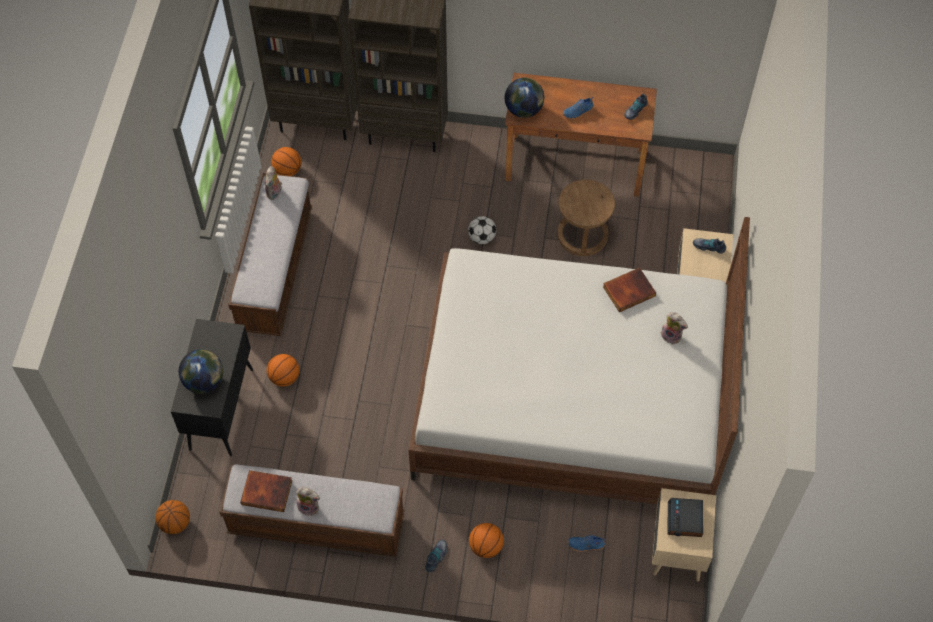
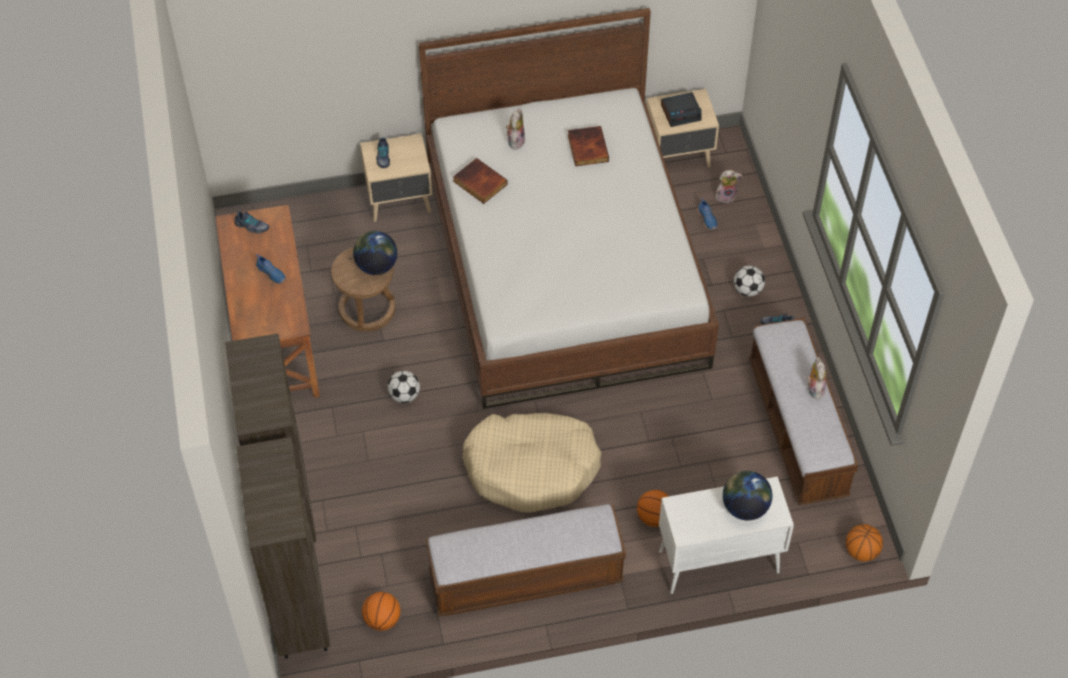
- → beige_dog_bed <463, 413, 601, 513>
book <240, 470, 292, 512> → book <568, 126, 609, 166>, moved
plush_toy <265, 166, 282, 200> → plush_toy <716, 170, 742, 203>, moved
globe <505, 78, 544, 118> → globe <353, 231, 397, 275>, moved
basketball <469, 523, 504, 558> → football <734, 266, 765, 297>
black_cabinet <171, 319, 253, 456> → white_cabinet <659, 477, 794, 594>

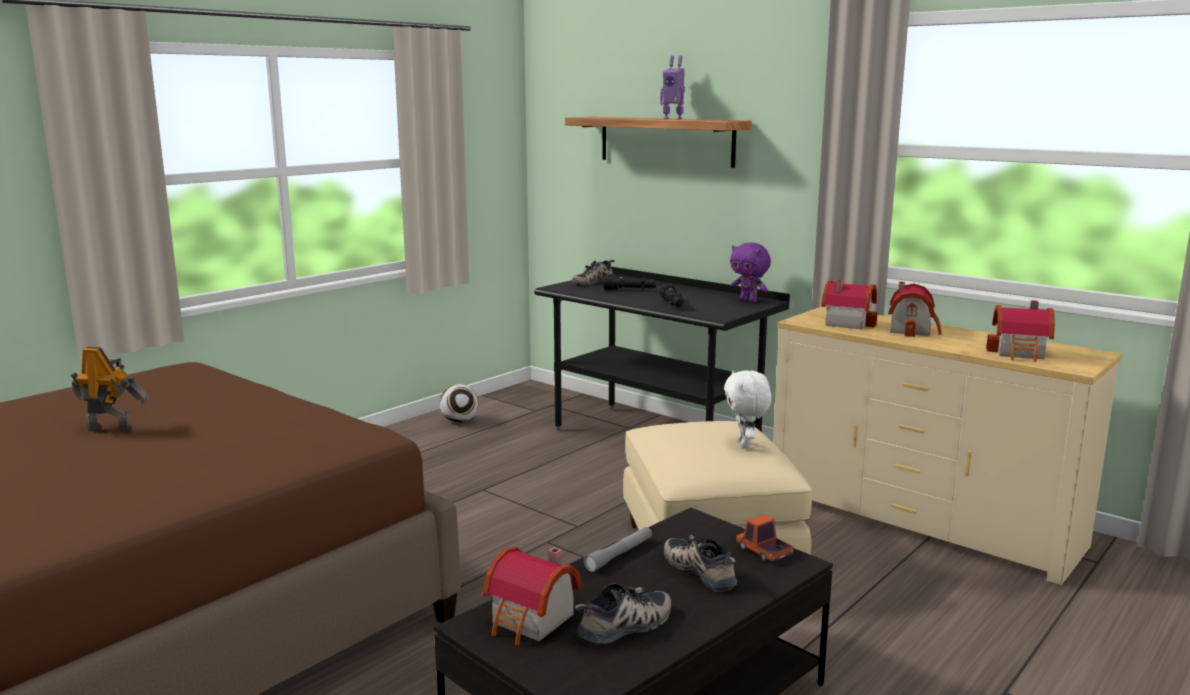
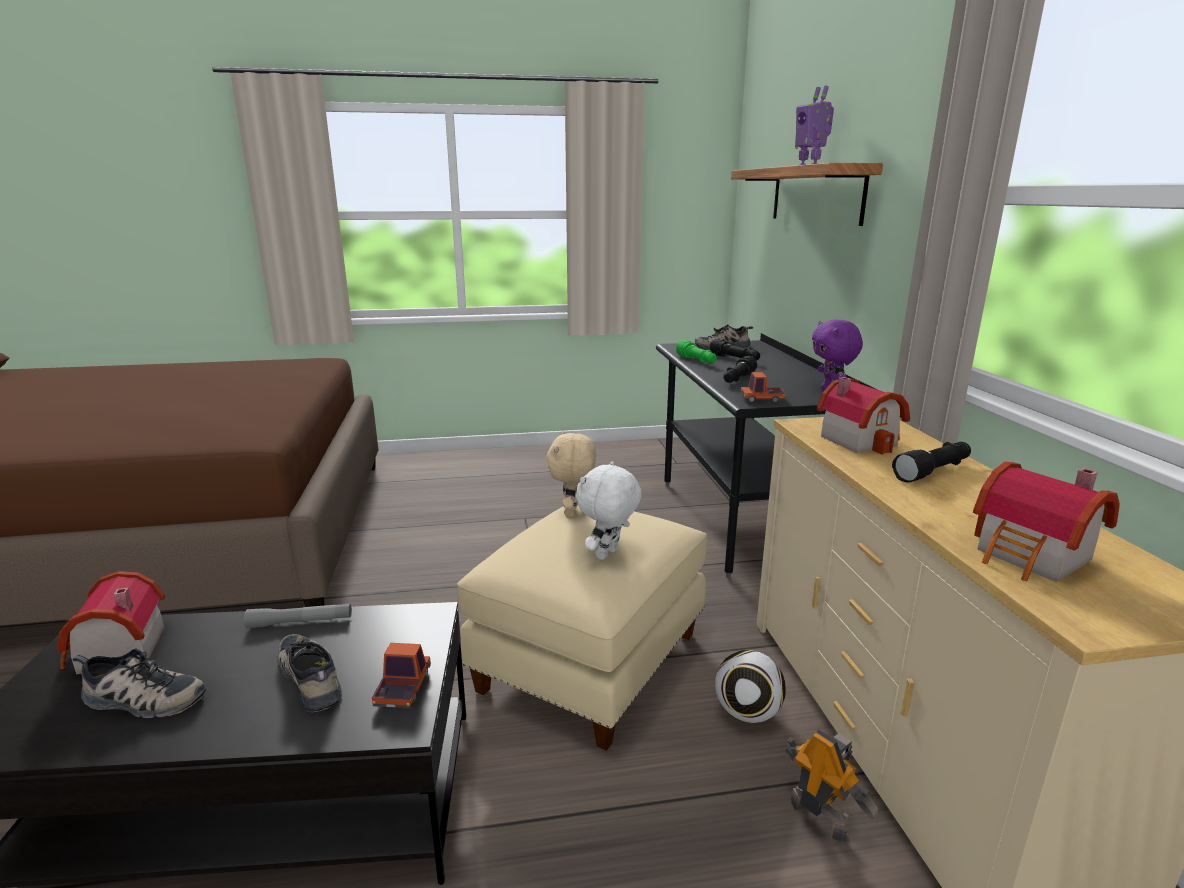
- → beige_plush_toy <546, 431, 596, 517>
- → green_flashlight <676, 340, 717, 364>
- → toy_truck <741, 372, 786, 403>
toy_robot <71, 347, 149, 432> → toy_robot <785, 730, 878, 842>, moved
football <440, 384, 478, 423> → football <715, 650, 786, 723>, moved
toy_house <888, 281, 942, 337> → black_flashlight <892, 442, 971, 483>
shoe <664, 534, 737, 592> → shoe <278, 634, 342, 712>, 45 degrees counterclockwise

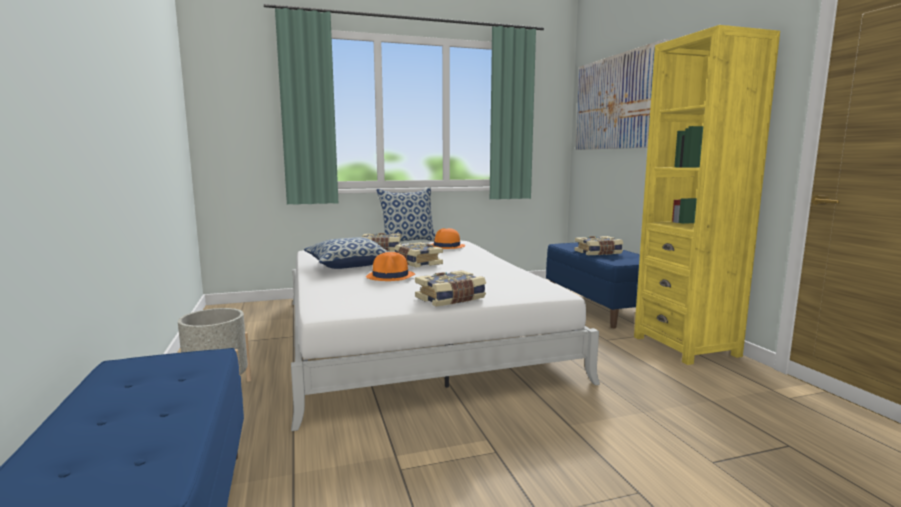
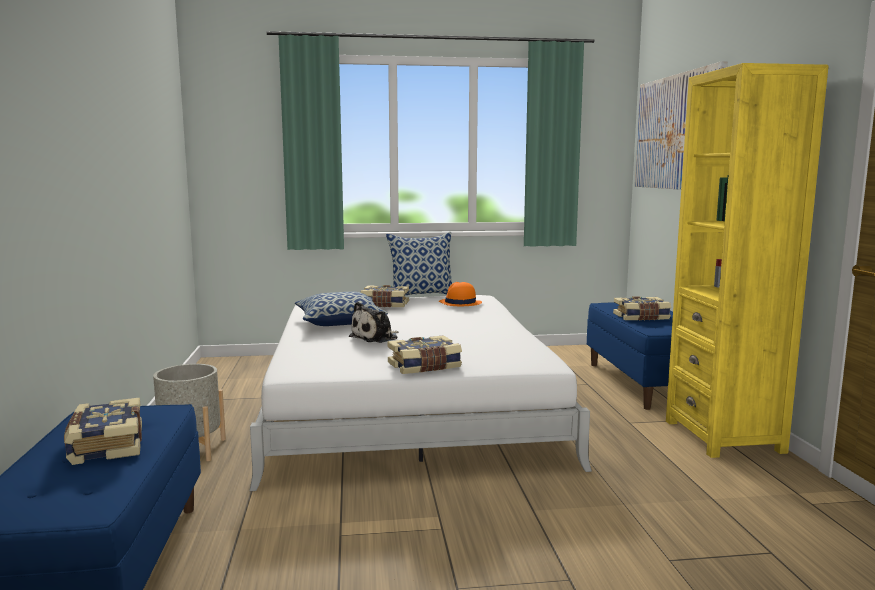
book <394, 242, 443, 268> → book <64, 398, 142, 465>, moved
orange_hat <366, 252, 415, 281> → plush_toy <349, 302, 398, 343>

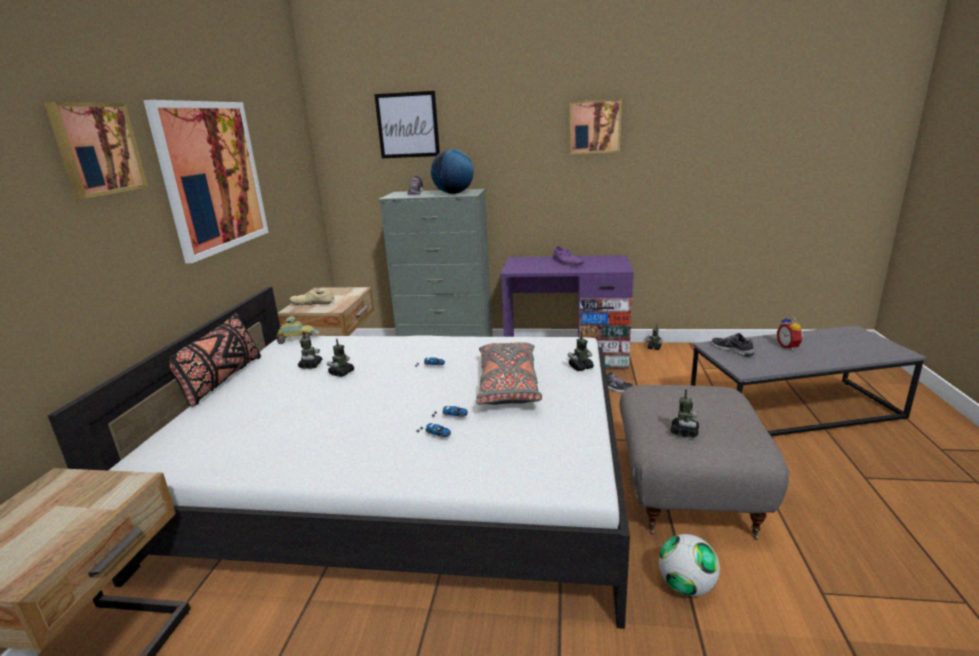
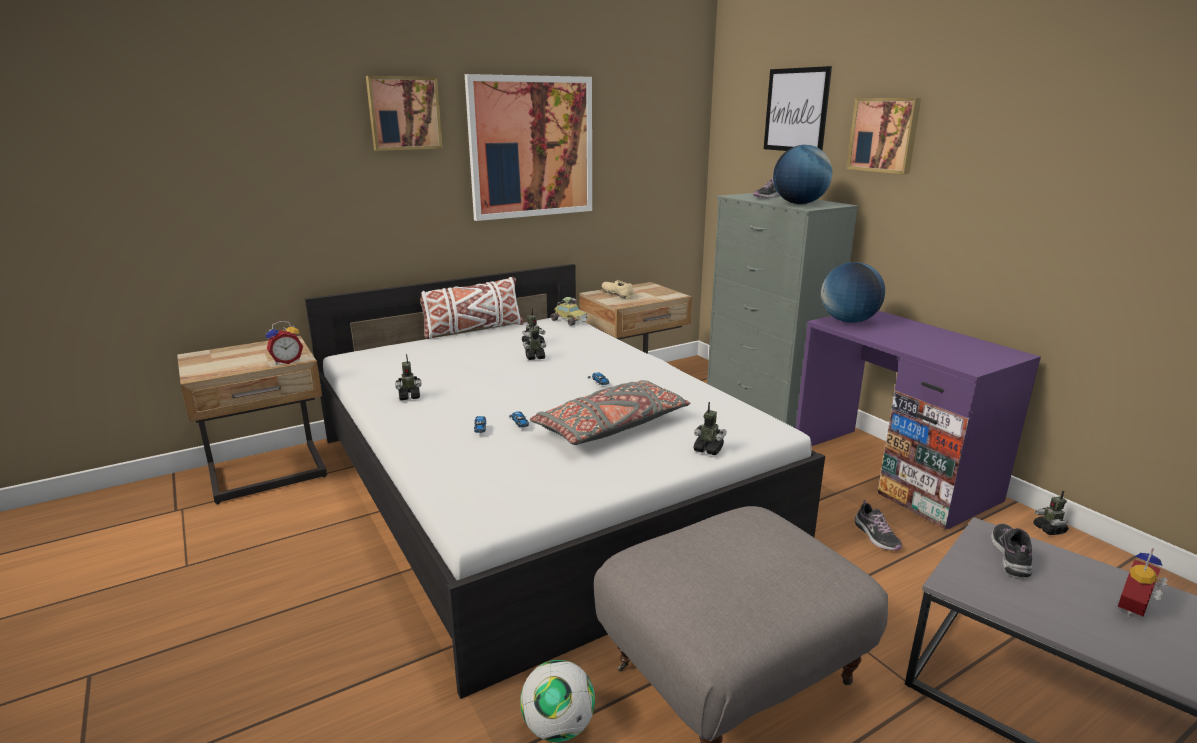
purple_shoe <553, 246, 583, 266> → -
- → alarm_clock <266, 321, 303, 364>
- → globe <821, 262, 885, 323>
picture <570, 98, 622, 154> → picture <847, 98, 921, 174>, moved
toy_robot <671, 389, 699, 437> → toy_robot <395, 354, 422, 400>, moved
black_pillow <169, 313, 261, 407> → white_pillow <420, 277, 524, 339>

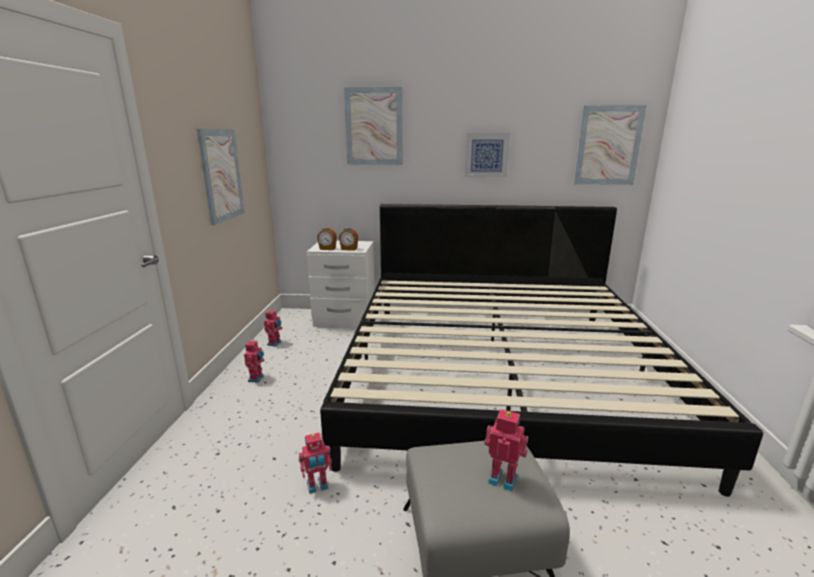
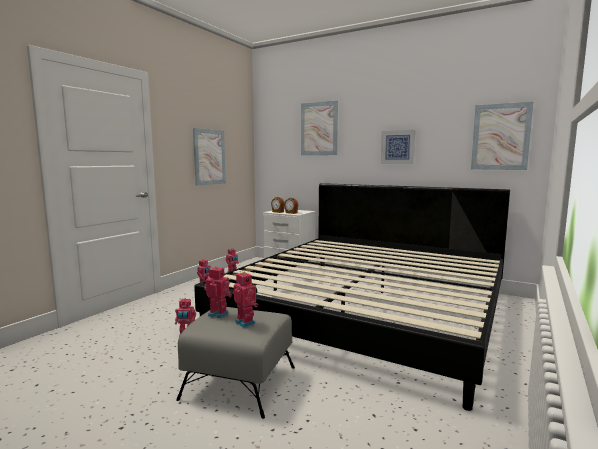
- → toy_robot <204, 266, 232, 318>

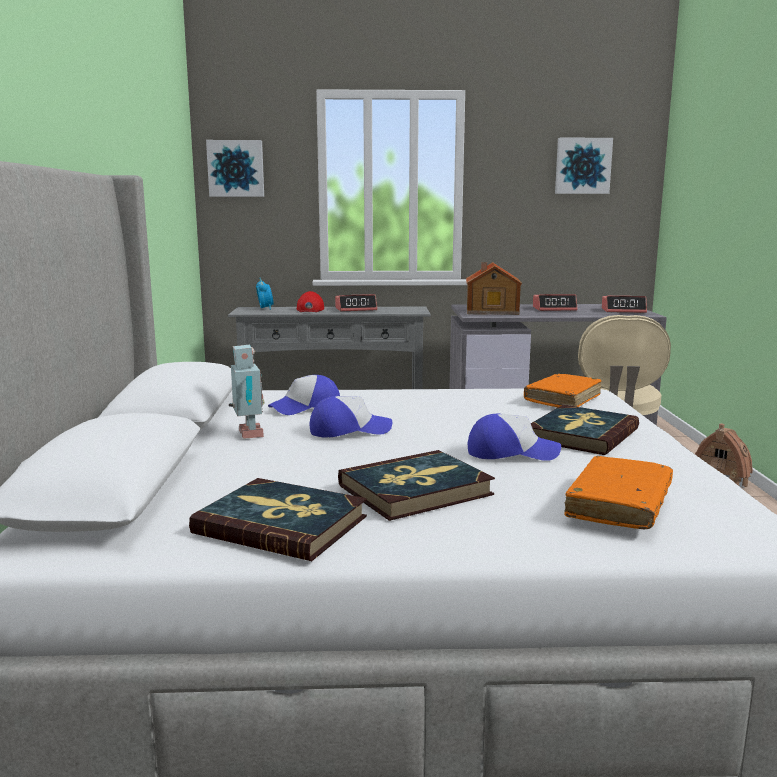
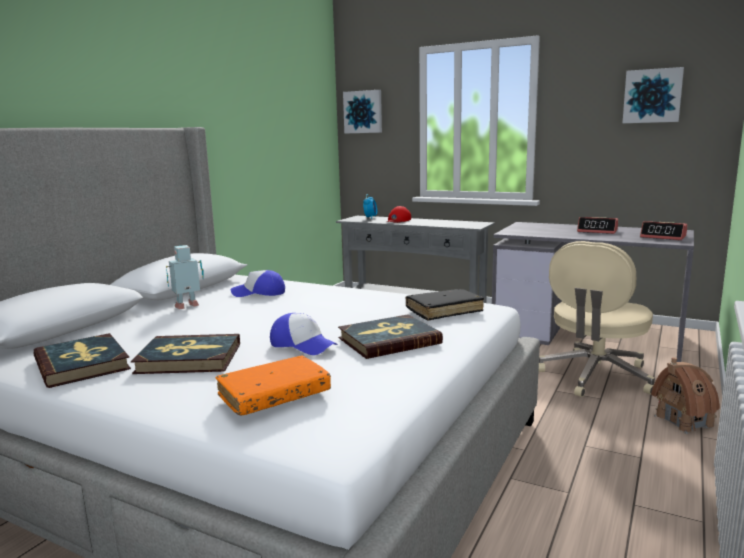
cap <309, 396, 392, 438> → -
alarm_clock <335, 294, 377, 312> → -
toy_house <466, 262, 522, 315> → -
orange_book <524, 374, 602, 407> → black_book <405, 289, 484, 321>
toy_robot <229, 345, 265, 439> → toy_robot <166, 245, 204, 309>, 135 degrees counterclockwise

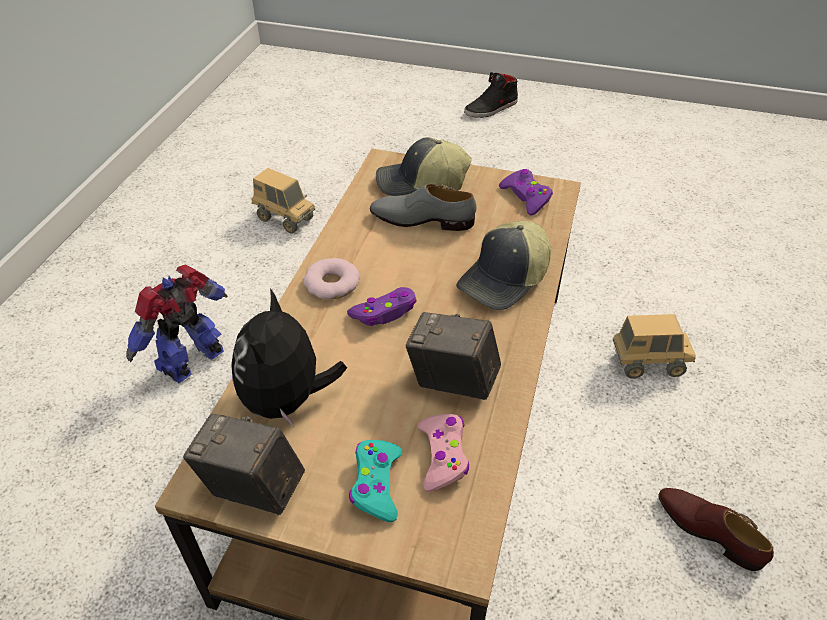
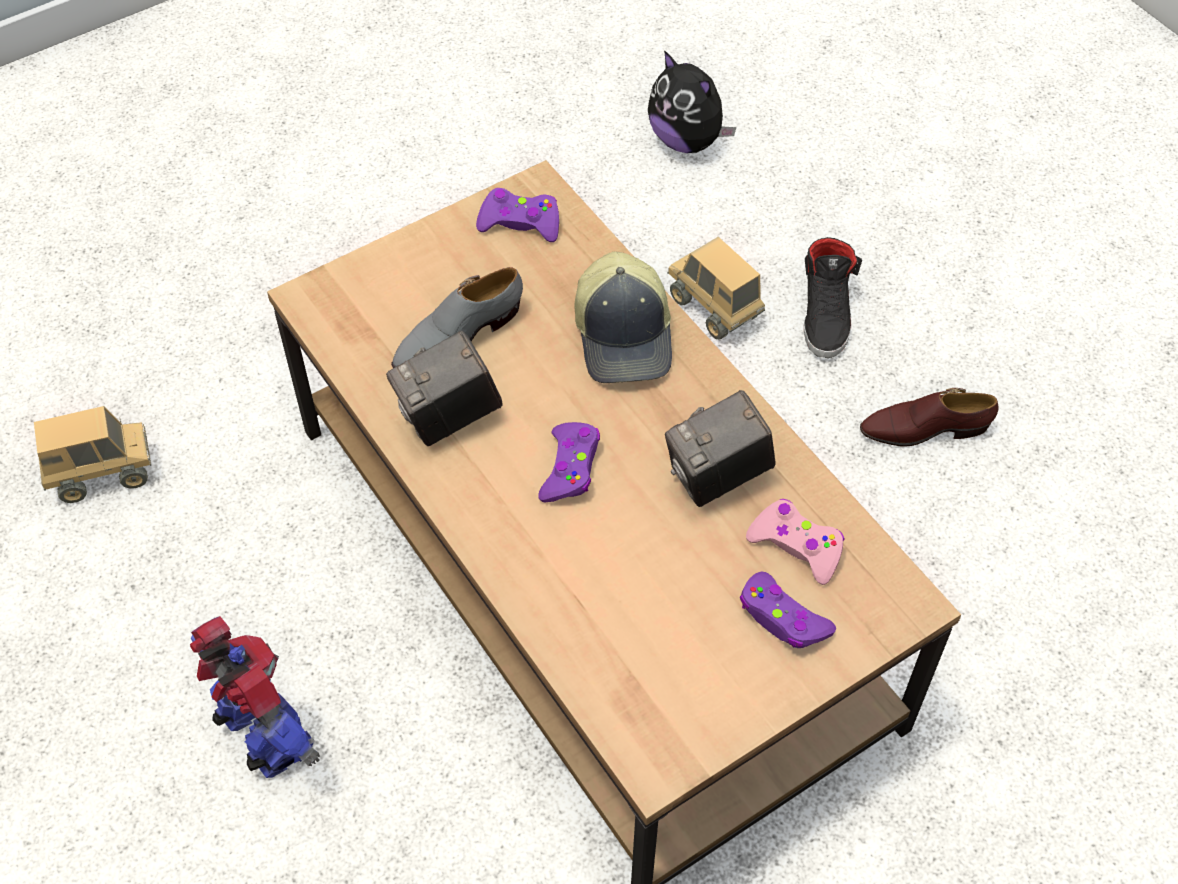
donut <303, 258, 360, 299> → -
cap <376, 137, 472, 196> → -
photo_camera <183, 414, 305, 515> → photo_camera <386, 331, 503, 446>, moved
plush_toy <231, 288, 347, 427> → plush_toy <648, 50, 737, 153>, moved
black_shoe <464, 72, 518, 118> → black_shoe <804, 237, 862, 358>, moved
turquoise_game_controller <349, 440, 402, 522> → purple_game_controller <740, 572, 836, 648>
toy_robot <126, 264, 228, 383> → toy_robot <190, 616, 320, 778>, 150 degrees clockwise
toy_truck <613, 314, 696, 379> → toy_truck <667, 237, 765, 340>, 75 degrees counterclockwise

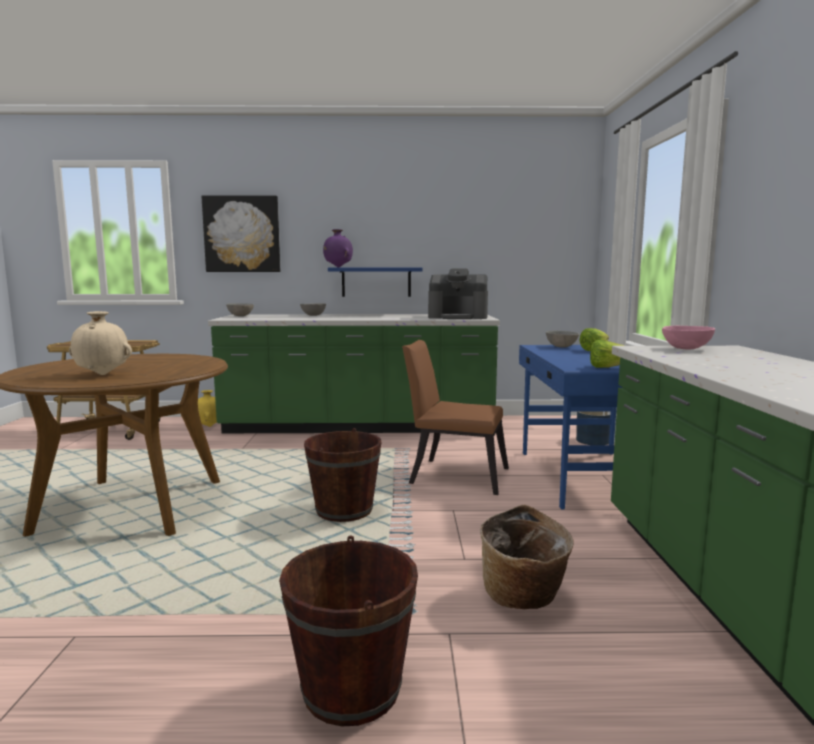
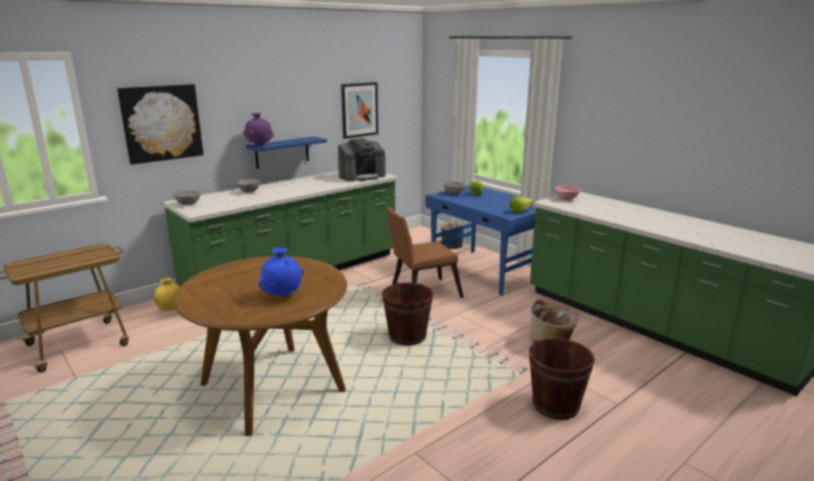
- → picture <341, 82, 378, 139>
beige_vase <69, 311, 132, 375> → blue_vase <258, 248, 303, 297>

